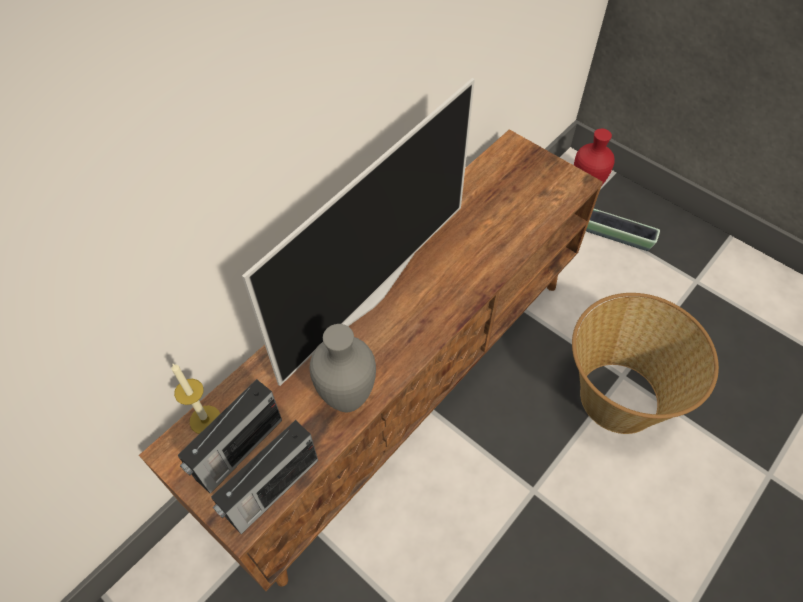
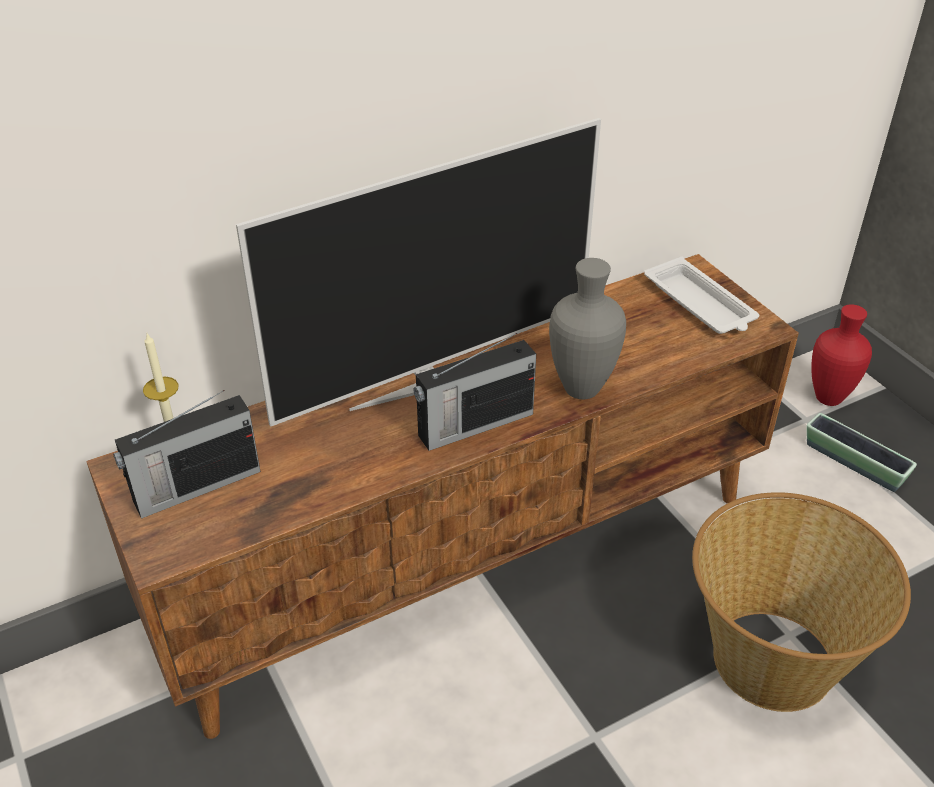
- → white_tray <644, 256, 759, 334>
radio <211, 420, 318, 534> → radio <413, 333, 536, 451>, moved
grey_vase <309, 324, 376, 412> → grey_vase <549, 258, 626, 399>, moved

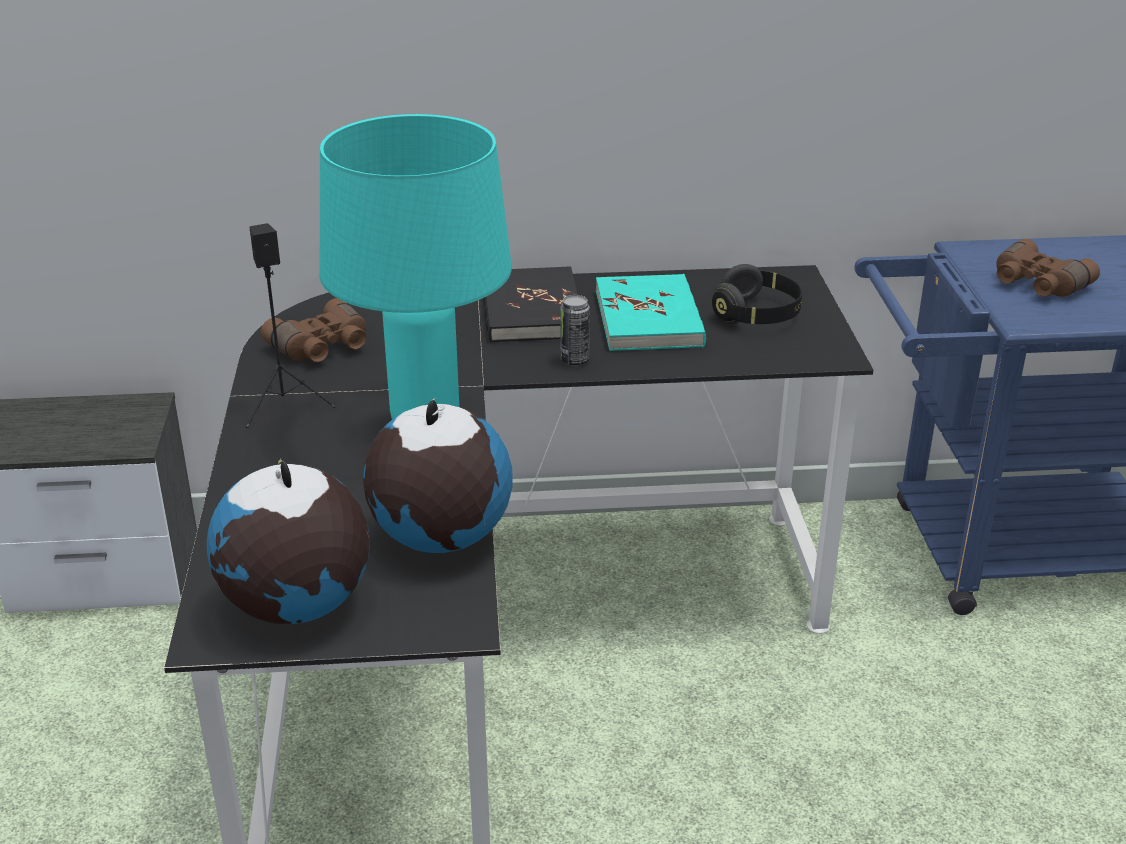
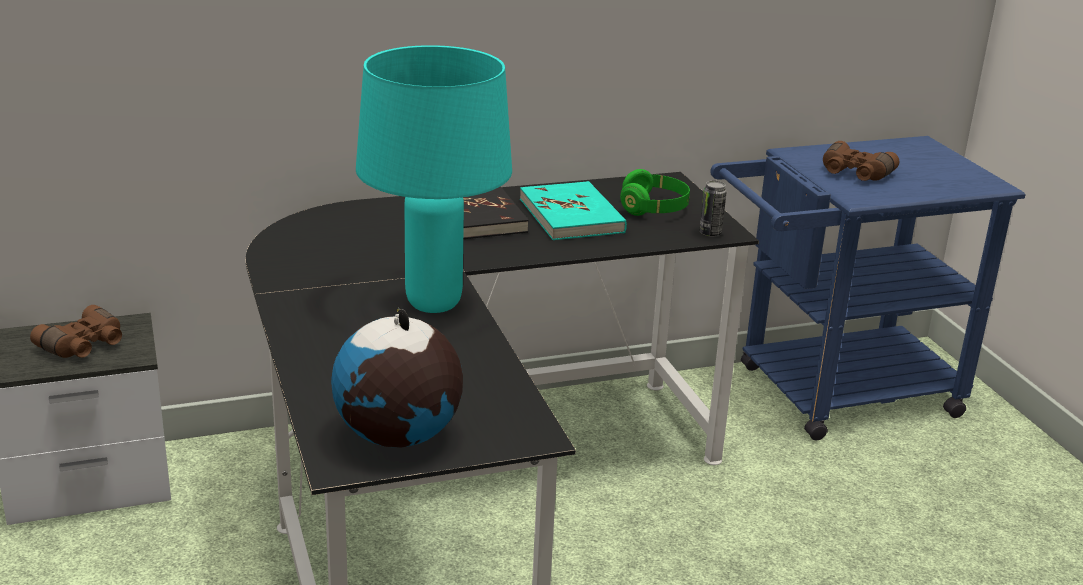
black_speaker <246, 223, 335, 428> → -
globe <363, 398, 512, 553> → -
brown_binoculars <261, 298, 366, 362> → brown_binoculars <30, 305, 122, 358>, moved
can <561, 295, 590, 365> → can <699, 181, 727, 237>, moved
black_headphones <712, 264, 802, 324> → green_headphones <620, 169, 690, 216>

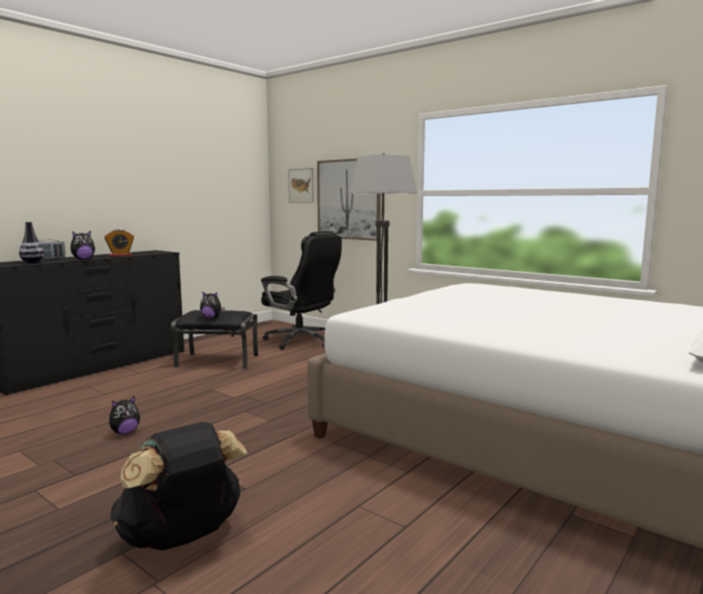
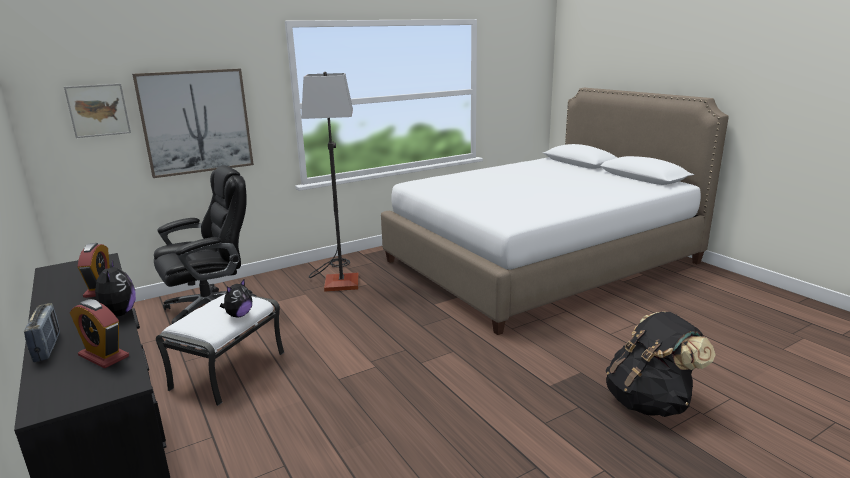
plush_toy <109, 395, 140, 434> → -
vase <19, 222, 44, 263> → alarm_clock <70, 299, 129, 368>
black_ottoman <171, 310, 258, 369> → white_ottoman <156, 294, 284, 406>

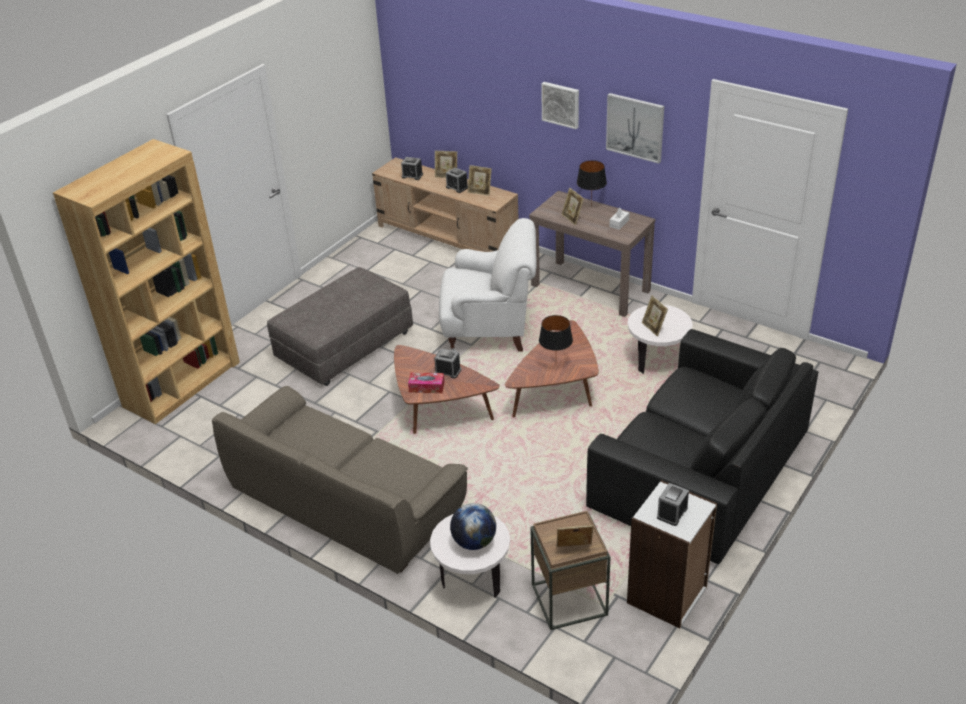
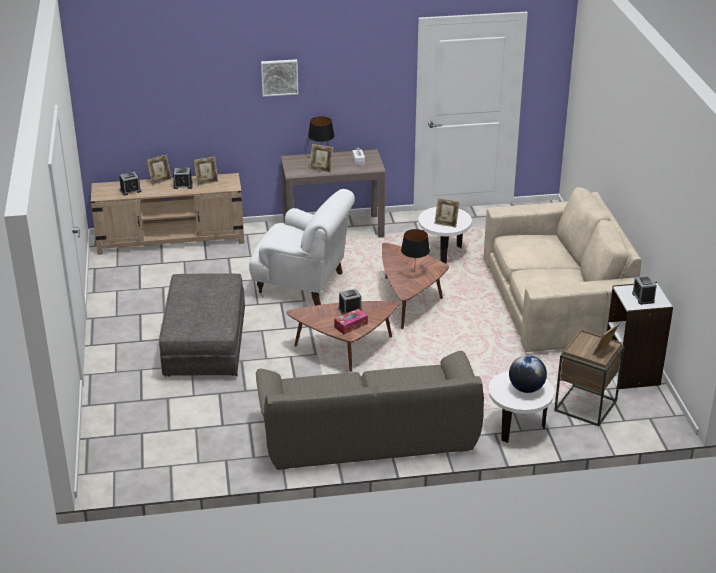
brown_bookcase <53, 139, 240, 424> → -
picture <606, 93, 664, 164> → -
black_sofa <586, 329, 818, 564> → beige_sofa <484, 187, 642, 352>
white_armchair <439, 218, 537, 352> → white_armchair <249, 189, 355, 306>, 60 degrees clockwise

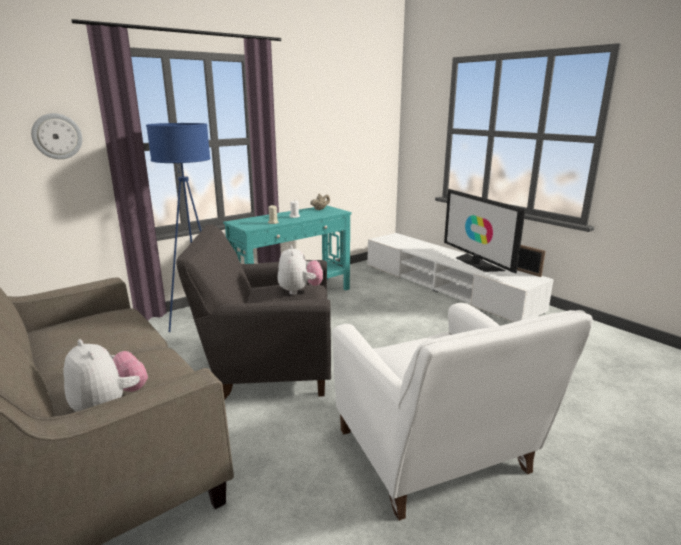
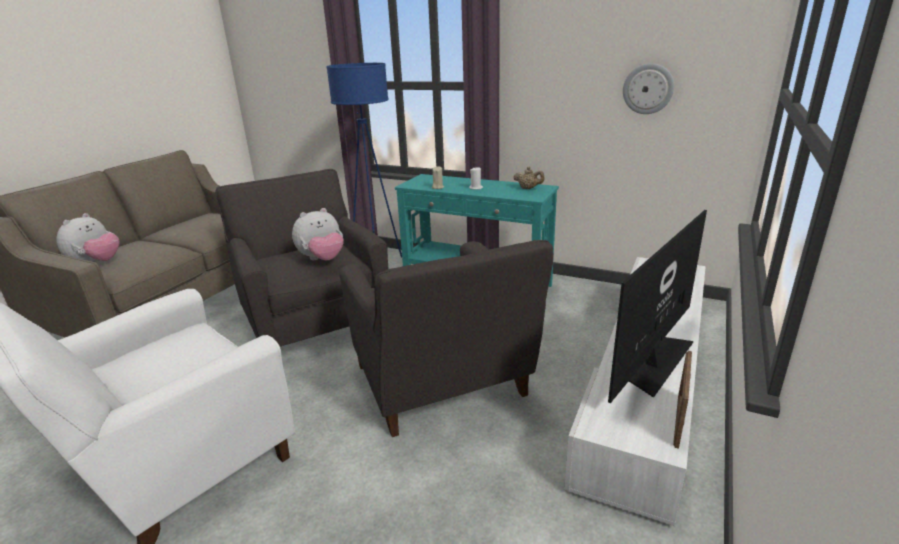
- → grey_armchair <339, 240, 553, 437>
wall_clock <31, 113, 82, 159> → wall_clock <623, 63, 674, 114>, moved

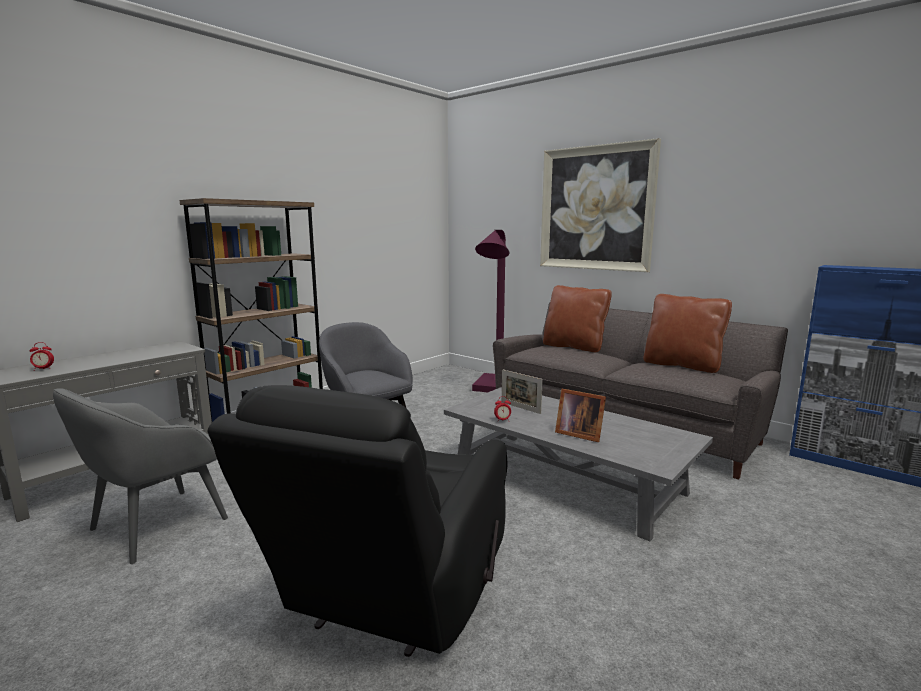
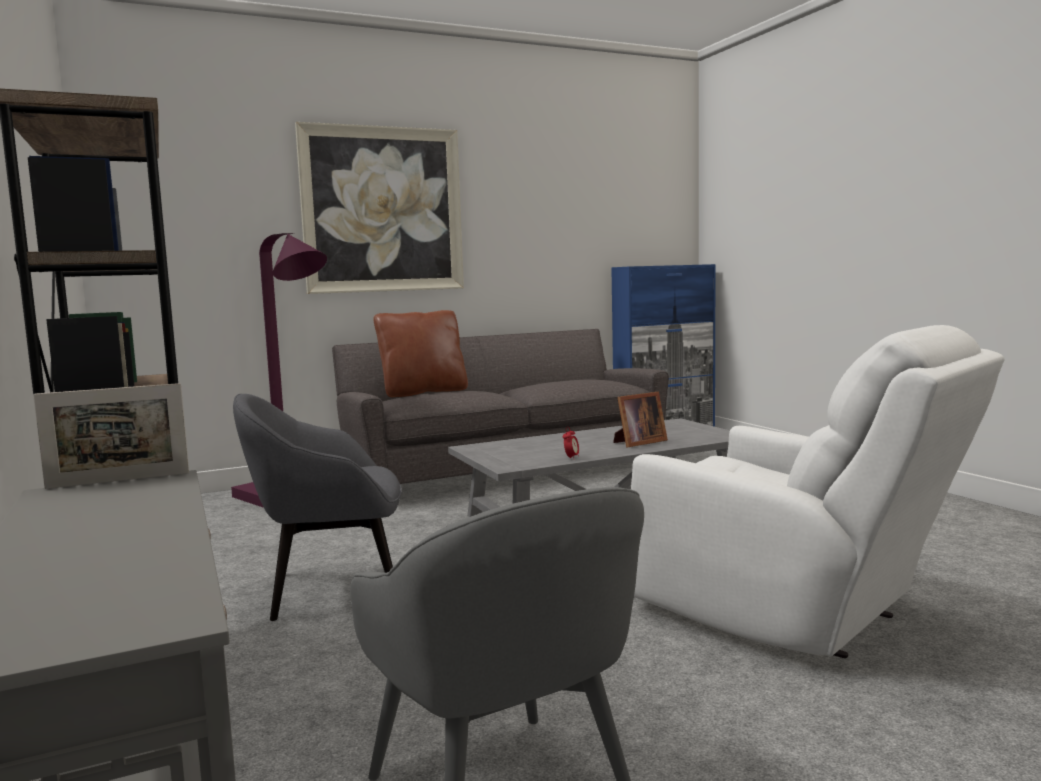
alarm_clock <30, 342, 54, 370> → -
brown_pillow <644, 294, 732, 373> → -
picture_frame <502, 369, 543, 414> → picture_frame <33, 383, 189, 489>, moved
black_armchair <208, 385, 507, 657> → white_armchair <631, 325, 1005, 658>

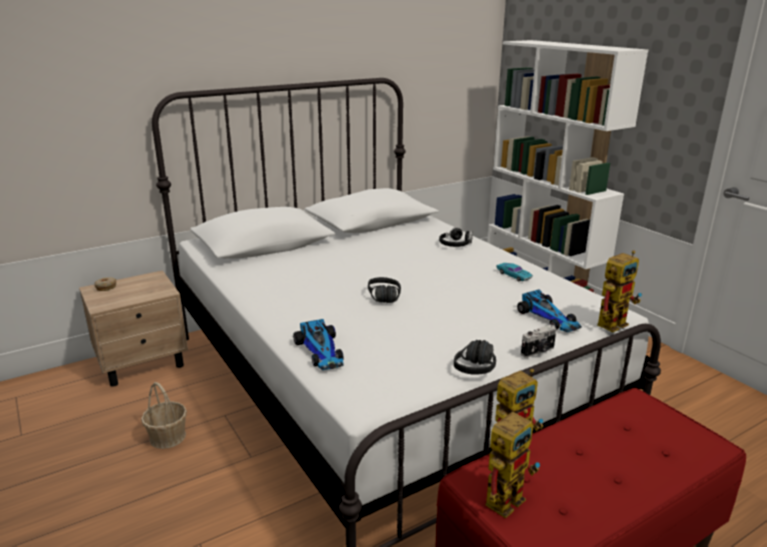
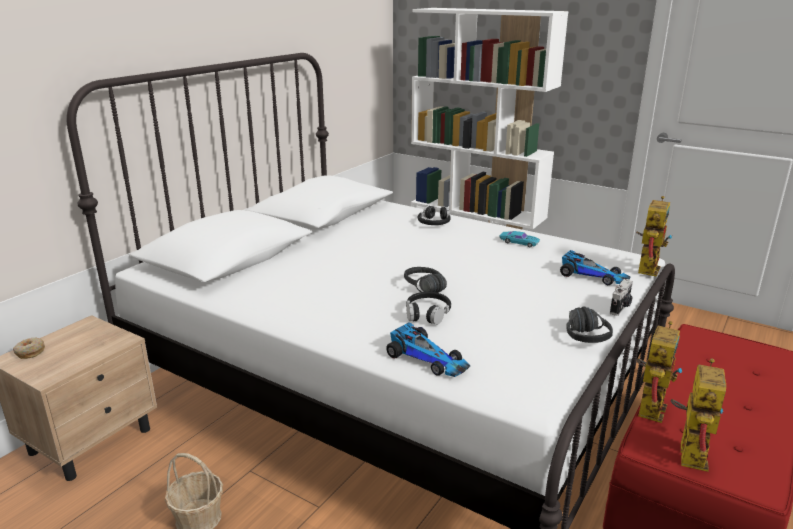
- → black_headphones <406, 292, 451, 325>

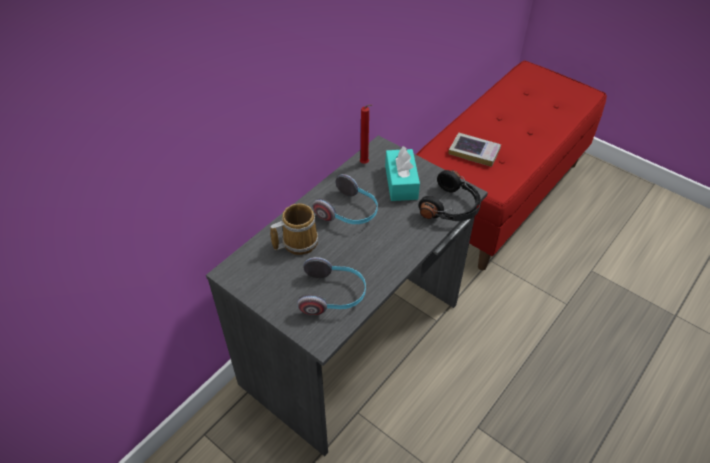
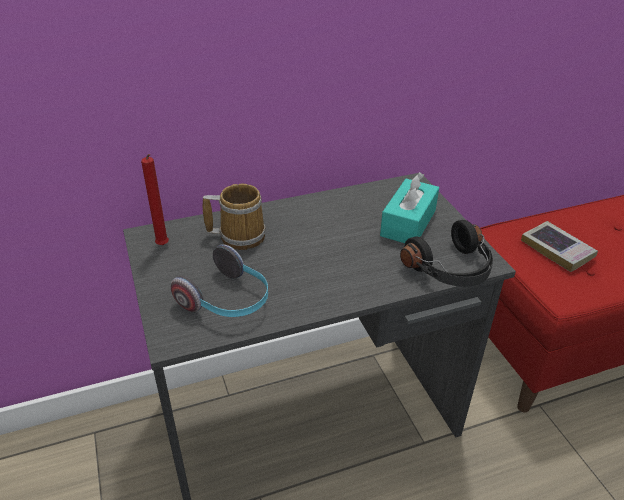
headphones <313, 174, 378, 224> → -
red_candle <360, 105, 373, 164> → red_candle <141, 154, 169, 245>, moved

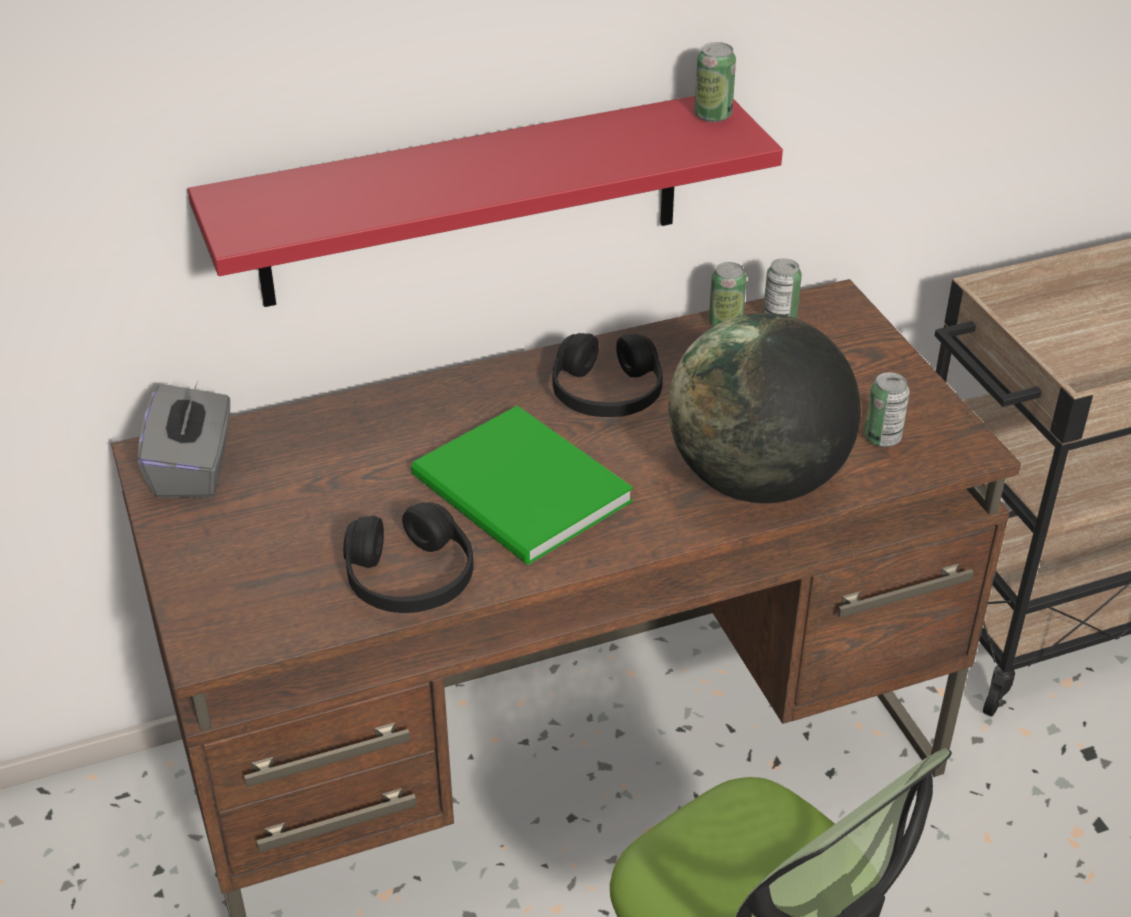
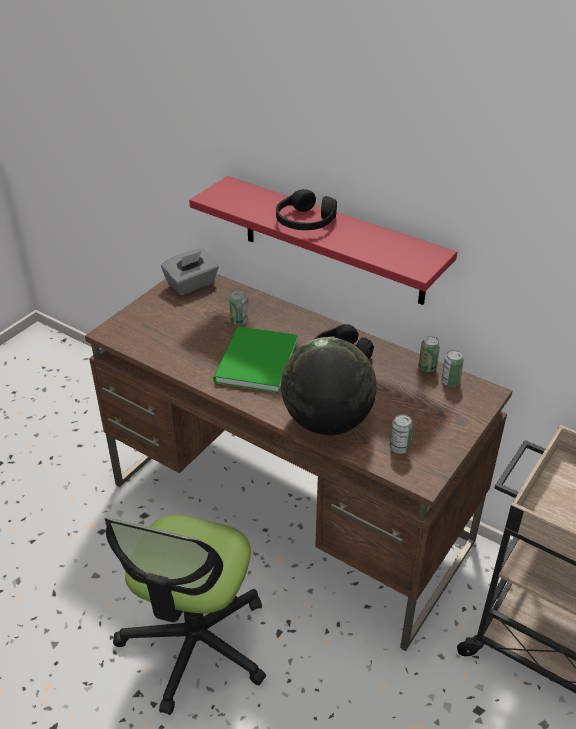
black_headphones <343, 502, 474, 613> → black_headphones <276, 189, 337, 230>, moved
can <695, 42, 736, 122> → can <229, 291, 247, 325>, moved

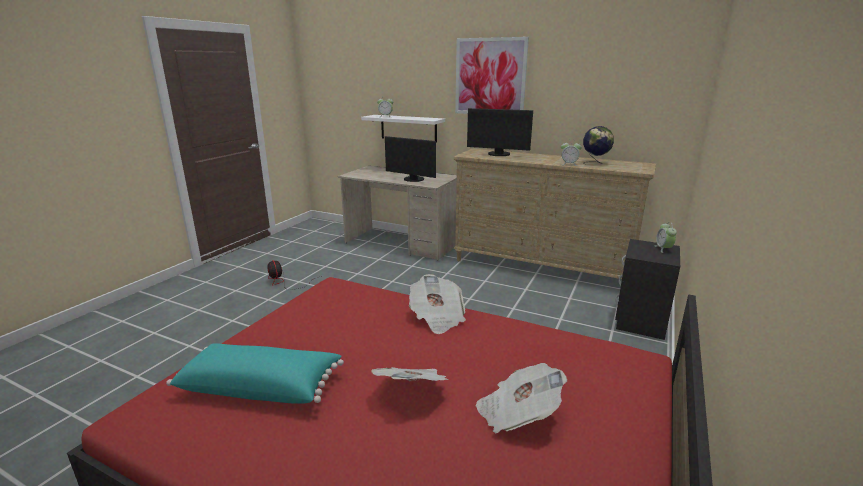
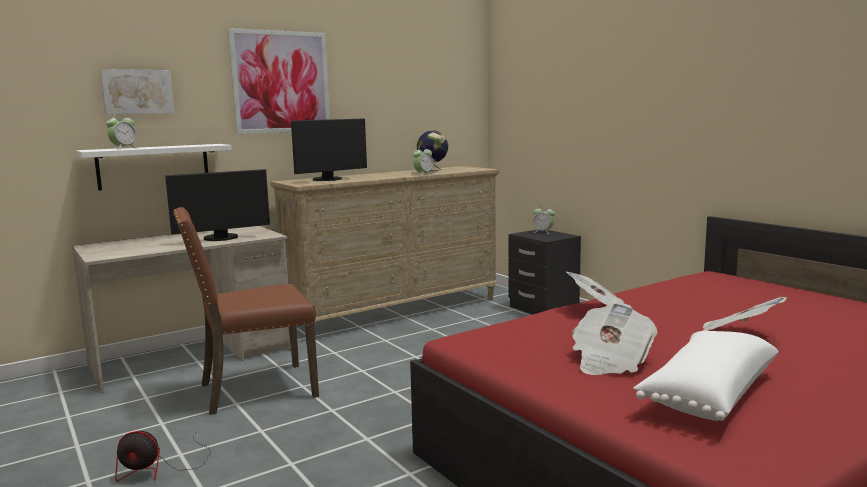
- → picture <100, 69, 175, 114>
- → brown_chair <173, 207, 319, 415>
newspaper <476, 363, 567, 434> → newspaper <572, 303, 657, 375>, moved
turquoise_pillow <166, 343, 344, 404> → white_pillow <633, 331, 779, 421>

